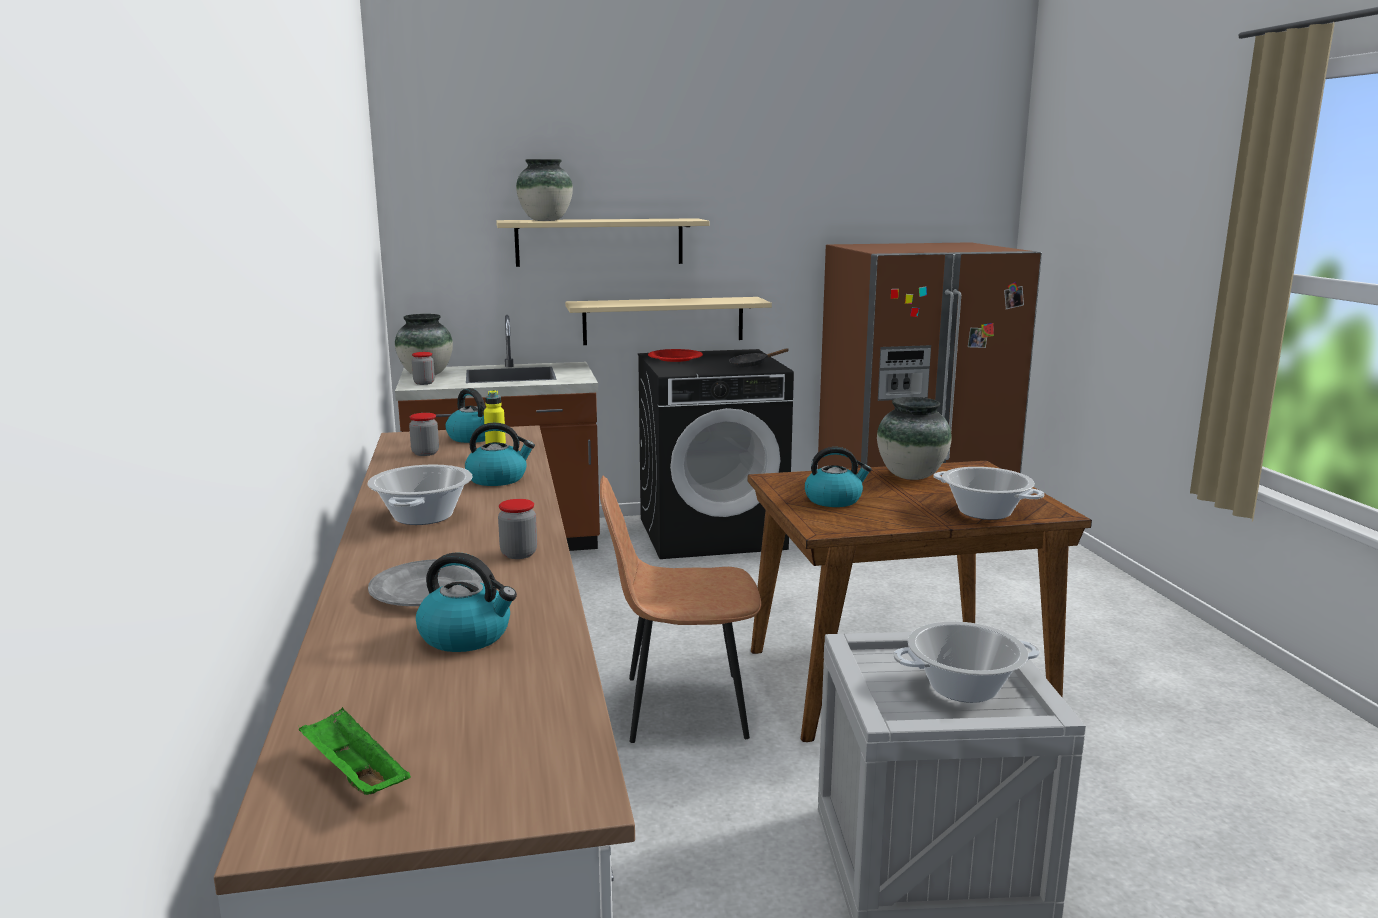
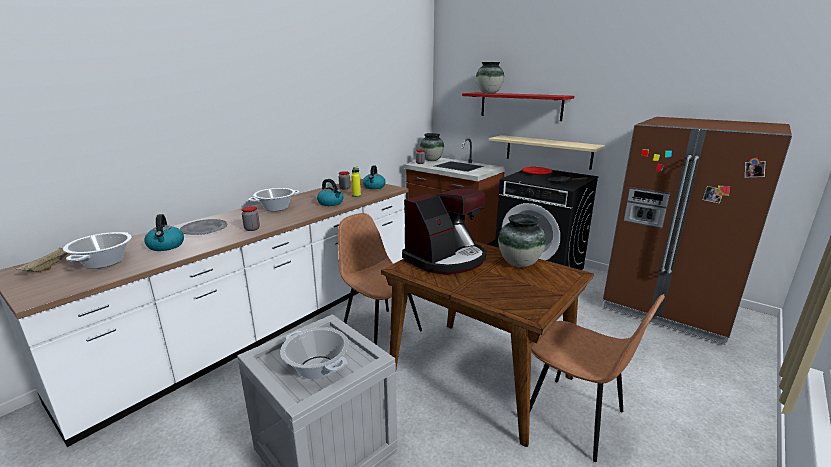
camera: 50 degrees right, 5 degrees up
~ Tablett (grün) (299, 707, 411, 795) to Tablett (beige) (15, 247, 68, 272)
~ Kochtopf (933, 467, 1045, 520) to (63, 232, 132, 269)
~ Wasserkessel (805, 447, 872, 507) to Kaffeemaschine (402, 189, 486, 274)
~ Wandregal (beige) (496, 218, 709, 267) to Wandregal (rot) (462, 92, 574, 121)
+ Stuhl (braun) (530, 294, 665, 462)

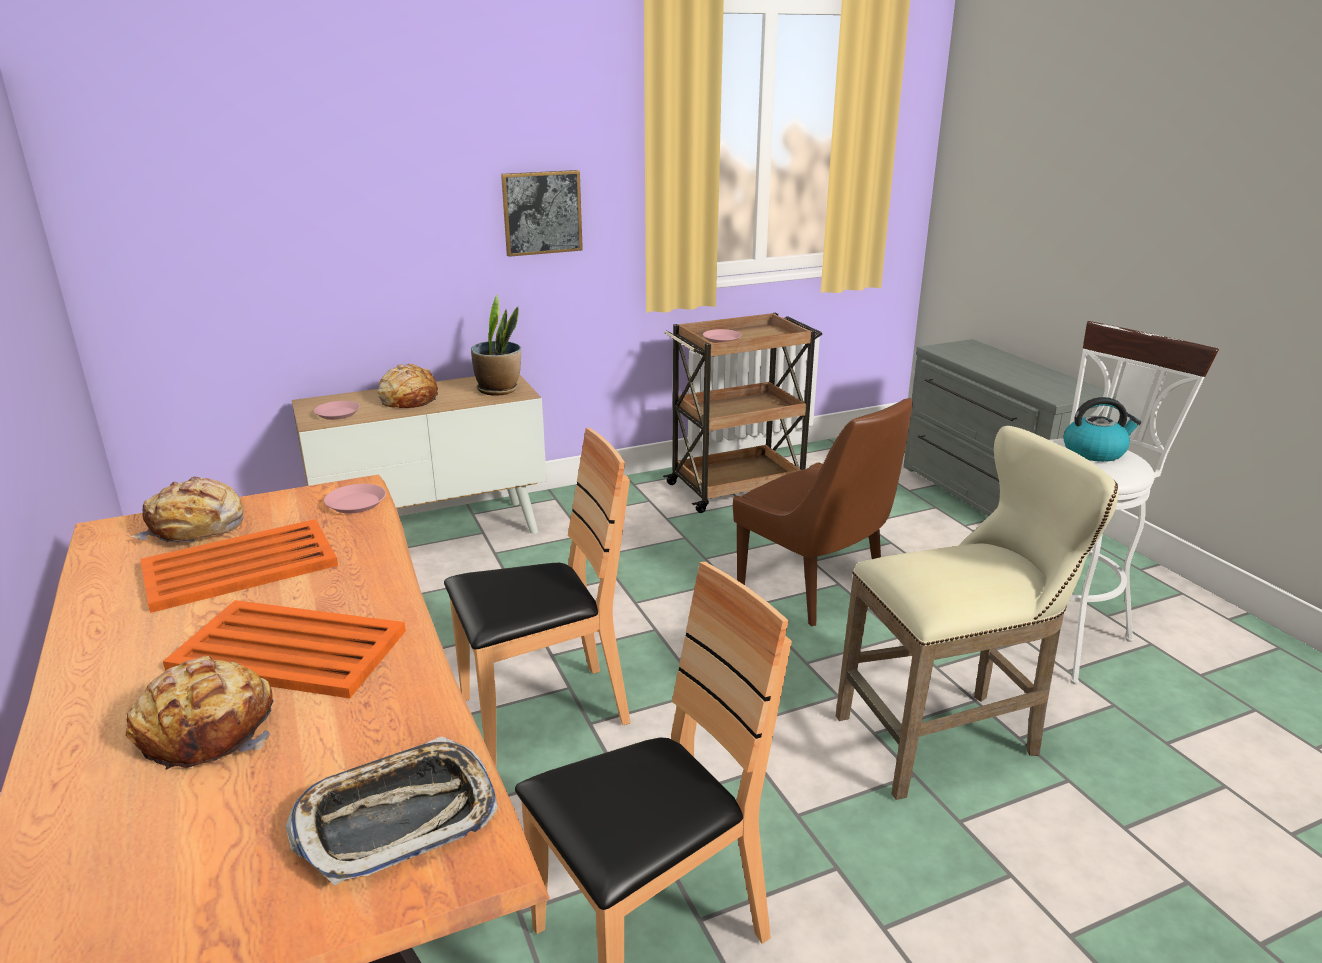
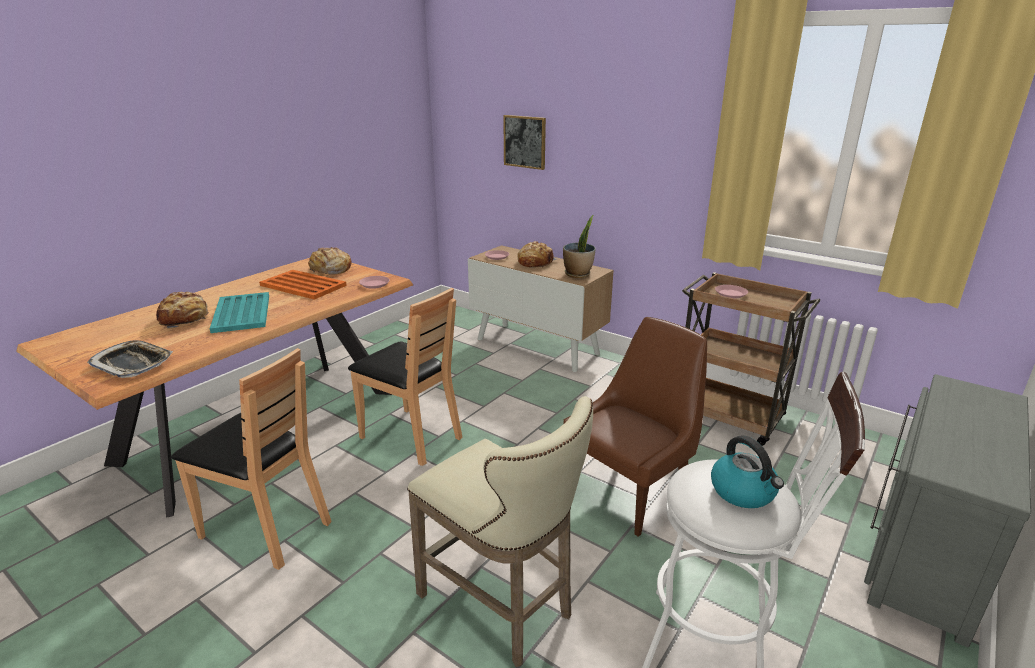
camera: 60 degrees right, 0 degrees up
~ Tablett (orange) (163, 600, 406, 698) to Tablett (türkis) (210, 292, 269, 333)
~ Bild (501, 170, 583, 257) to (503, 115, 546, 170)
~ Stuhl (braun) (733, 398, 913, 626) = (563, 317, 707, 537) 150 degrees counterclockwise

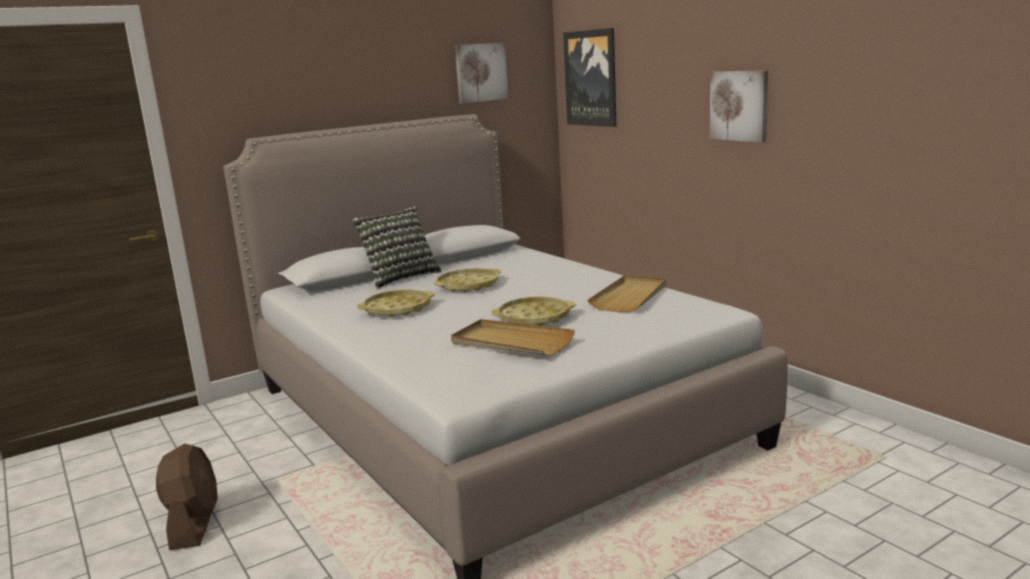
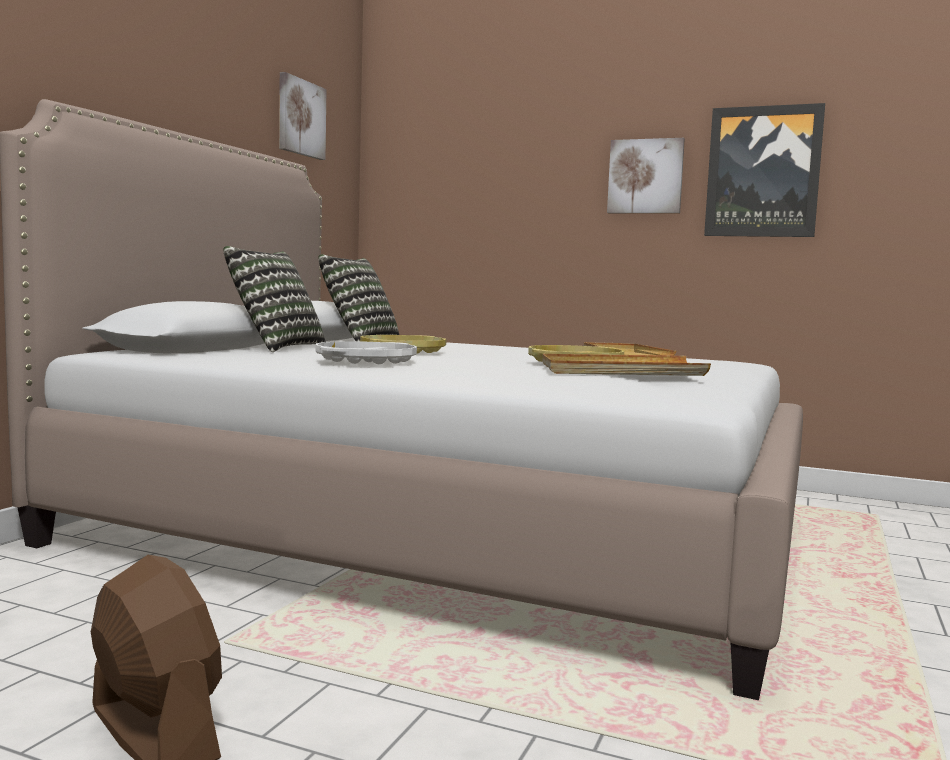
camera: 35 degrees left, 10 degrees down
~ Tablett (gelb) (357, 290, 435, 317) to Tablett (weiß) (315, 341, 417, 364)
+ Kissen (318, 254, 399, 341)
~ Bild (563, 28, 617, 127) to (704, 103, 825, 237)

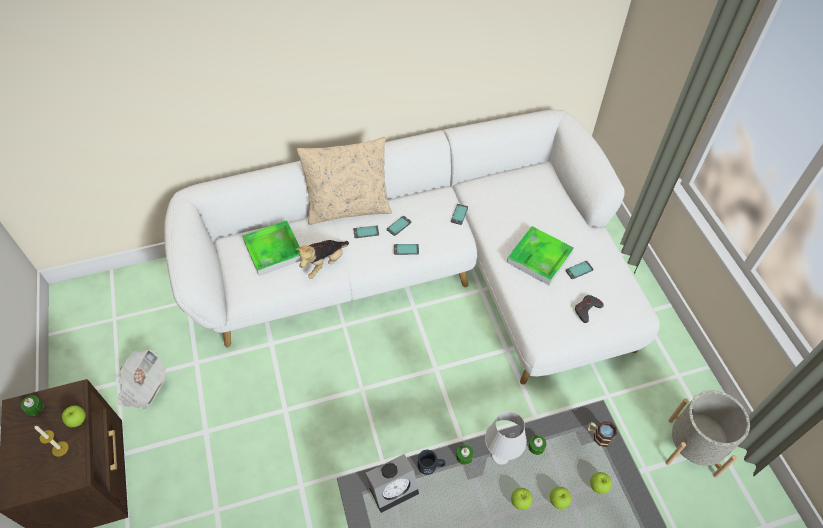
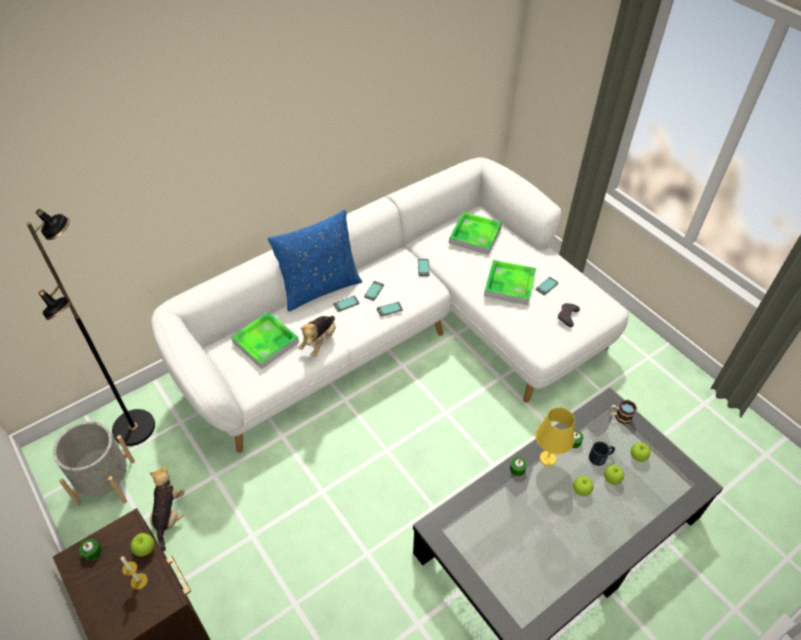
camera: 20 degrees left, 5 degrees down
+ Stehlampe (schwarz) (26, 209, 155, 446)
~ Pflanzkübel (grau) (665, 390, 750, 478) to (53, 421, 135, 506)
~ Zeitung (117, 350, 166, 409) to Plüschtier (150, 464, 185, 551)
~ Kissen (beige) (297, 137, 392, 225) to Kissen (blau) (268, 209, 362, 311)
+ Tablett (449, 212, 502, 255)
~ Tischlampe (weiß) (485, 411, 527, 465) to Tischlampe (gelb) (536, 407, 575, 466)
~ Henkelbecher (schwarz) (418, 450, 445, 475) to (589, 441, 615, 466)
- Wecker (366, 454, 419, 513)

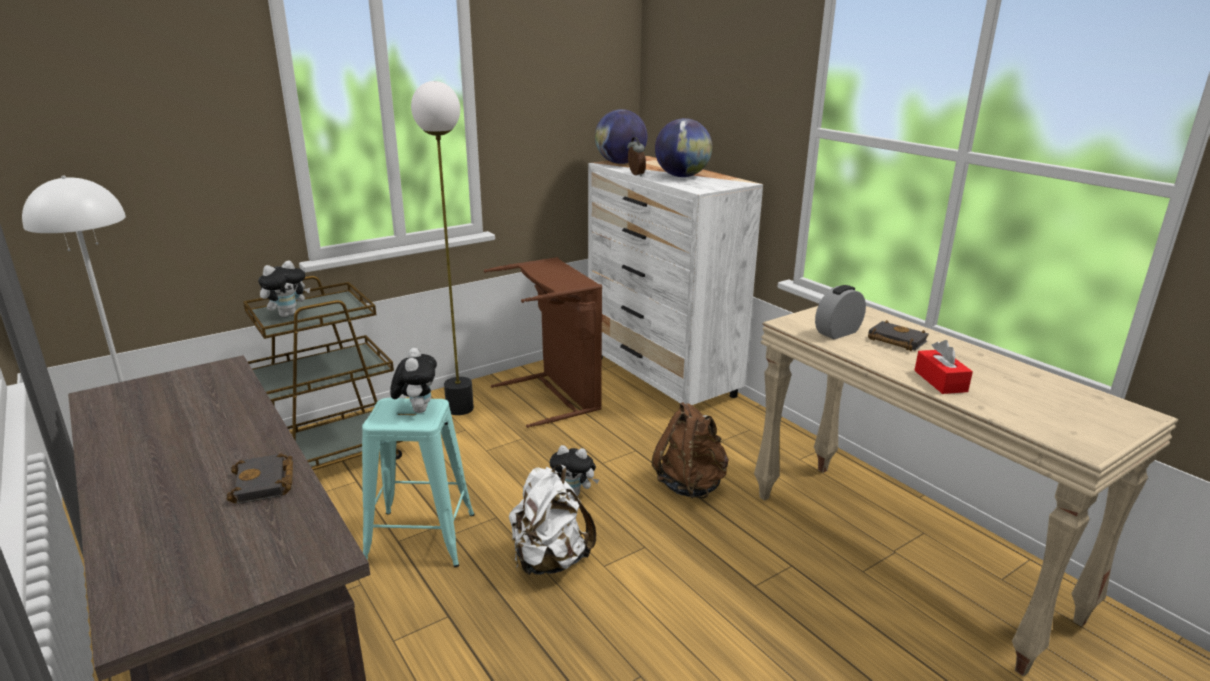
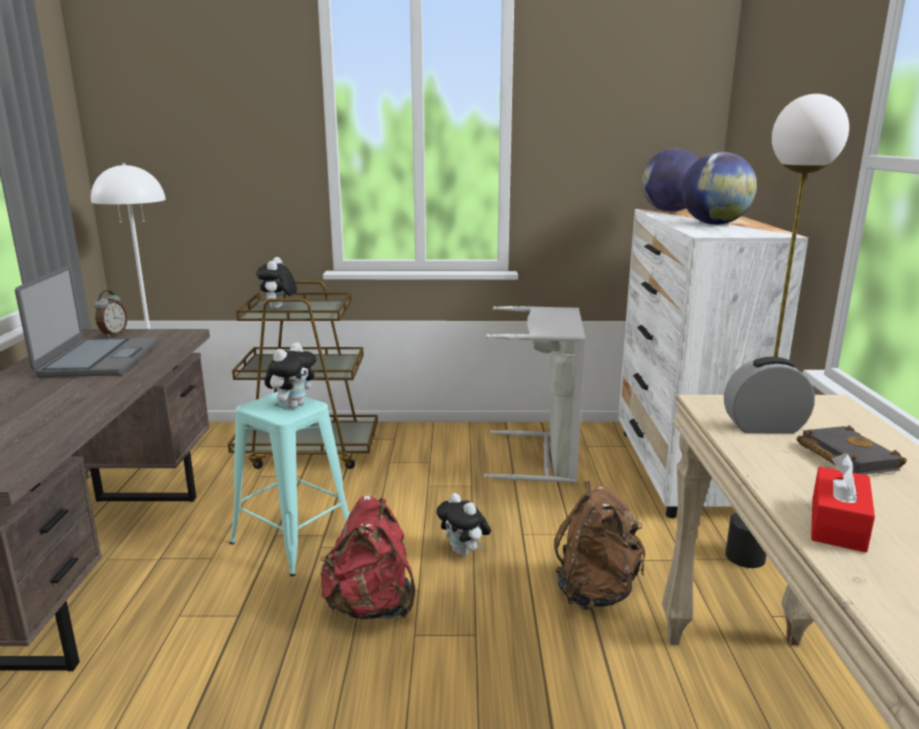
camera: 35 degrees right, 5 degrees down
+ Laptop (15, 266, 158, 377)
~ Wecker (627, 137, 646, 176) to (94, 290, 127, 337)
~ Plüschtier (258, 261, 310, 317) = (256, 257, 297, 309) 105 degrees clockwise
~ Rucksack (weiß) (509, 465, 596, 575) to Rucksack (rot) (321, 496, 415, 619)
~ Wäschekorb (braun) (484, 257, 602, 428) to Wäschekorb (grau) (484, 306, 586, 483)
~ Stehlampe (411, 81, 474, 415) to (725, 94, 849, 568)
- Buch (schwarz) (227, 453, 293, 504)

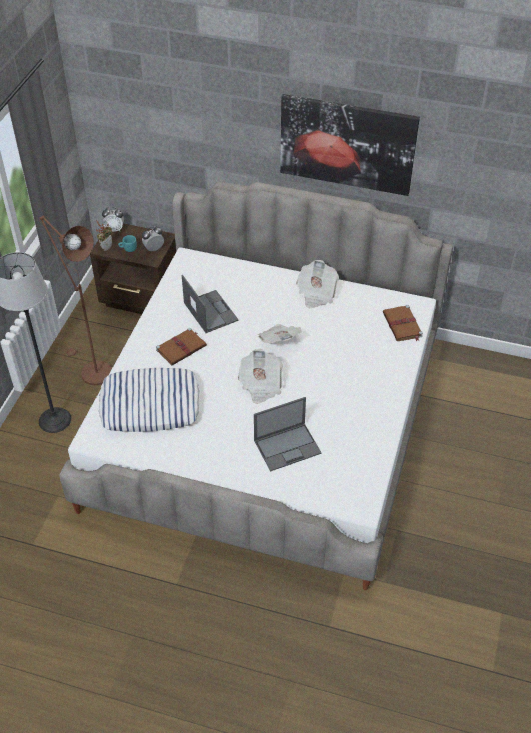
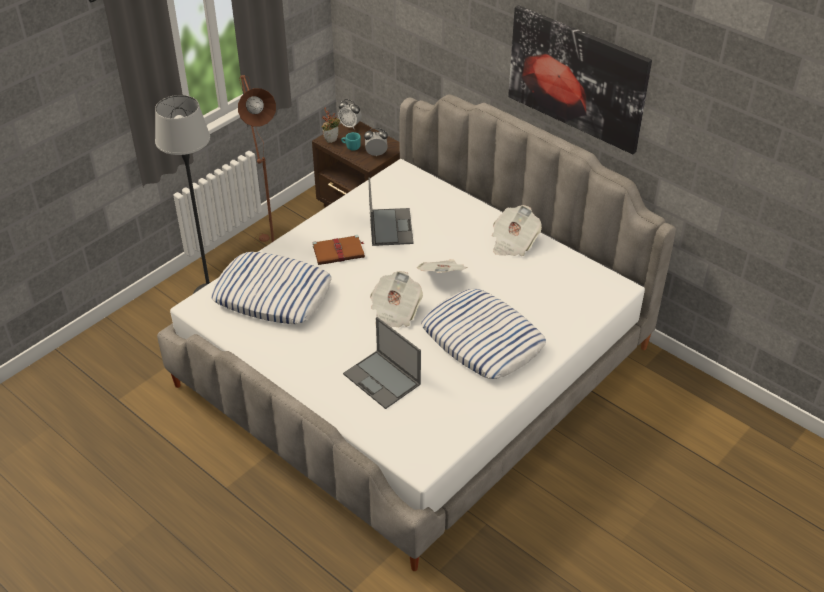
camera: 25 degrees right, 5 degrees down
~ Laptop (254, 397, 322, 472) = (343, 317, 421, 409) 45 degrees clockwise
+ Kissen (421, 289, 546, 379)
- Buch (braun) (383, 305, 423, 341)

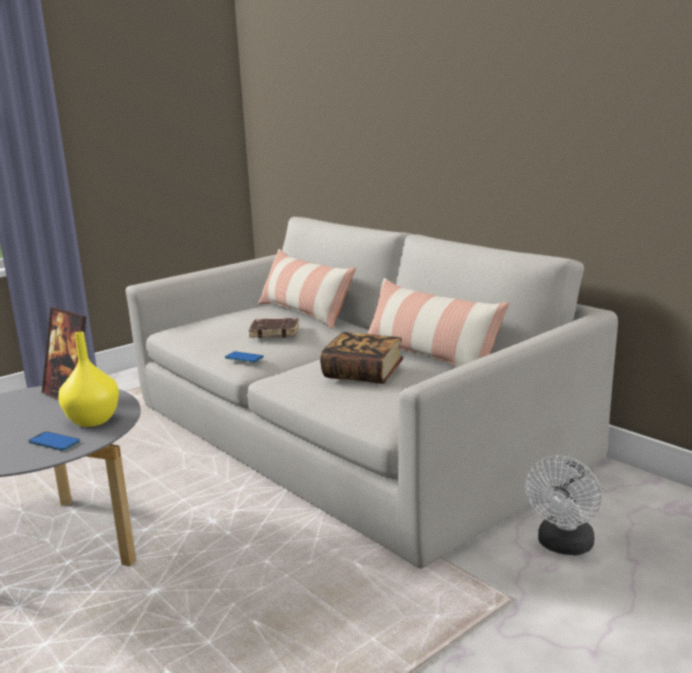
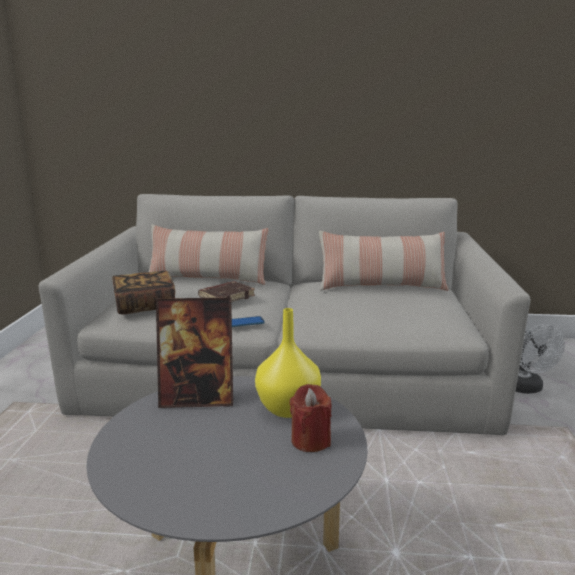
camera: 45 degrees left, 0 degrees up
~ Buch (320, 332, 404, 384) to (112, 271, 175, 314)
~ Handy (29, 432, 80, 451) to Kerze (rot) (290, 384, 332, 452)

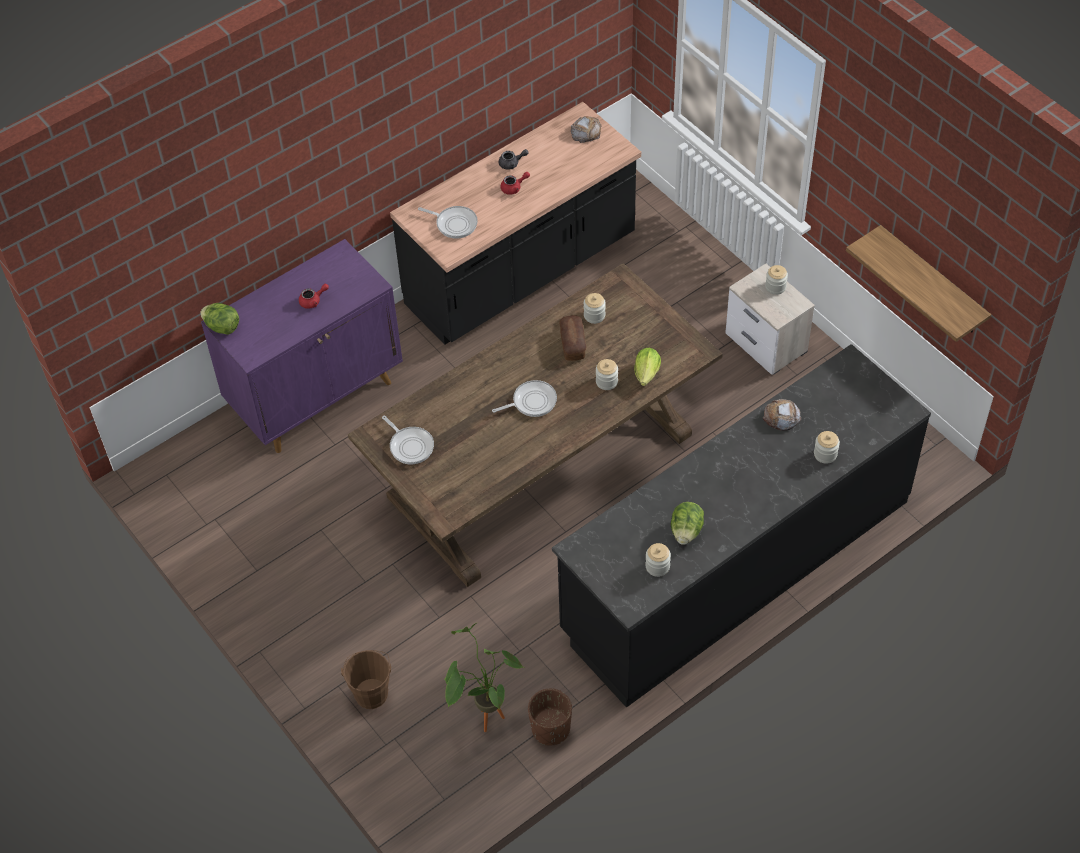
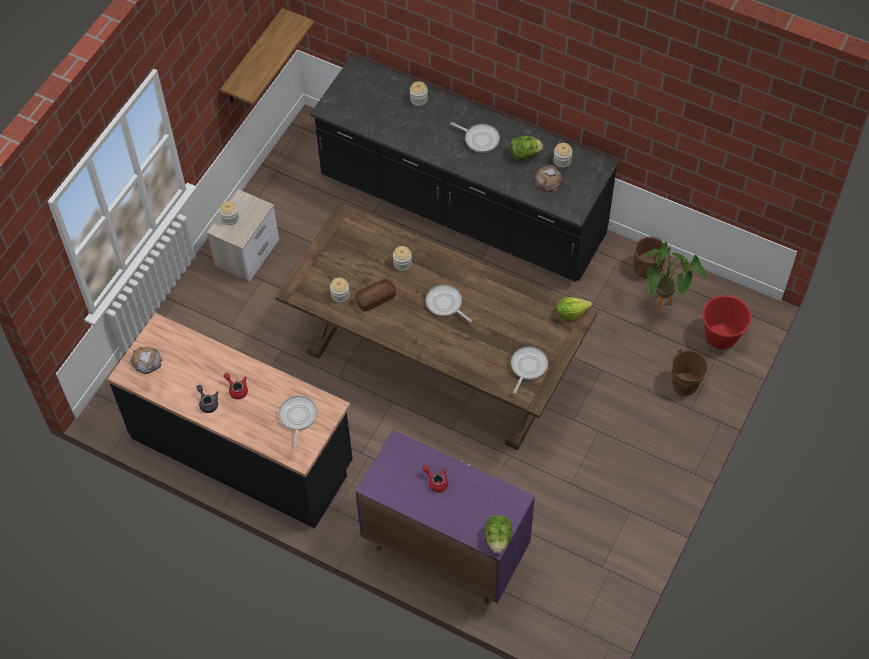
camera: 115 degrees left, 5 degrees up
+ Pfanne (450, 122, 500, 153)
~ Brot (762, 399, 801, 431) to (535, 165, 562, 192)
~ Salatkopf (634, 348, 661, 386) to (556, 297, 592, 320)
+ Eimer (rot) (700, 295, 752, 350)

